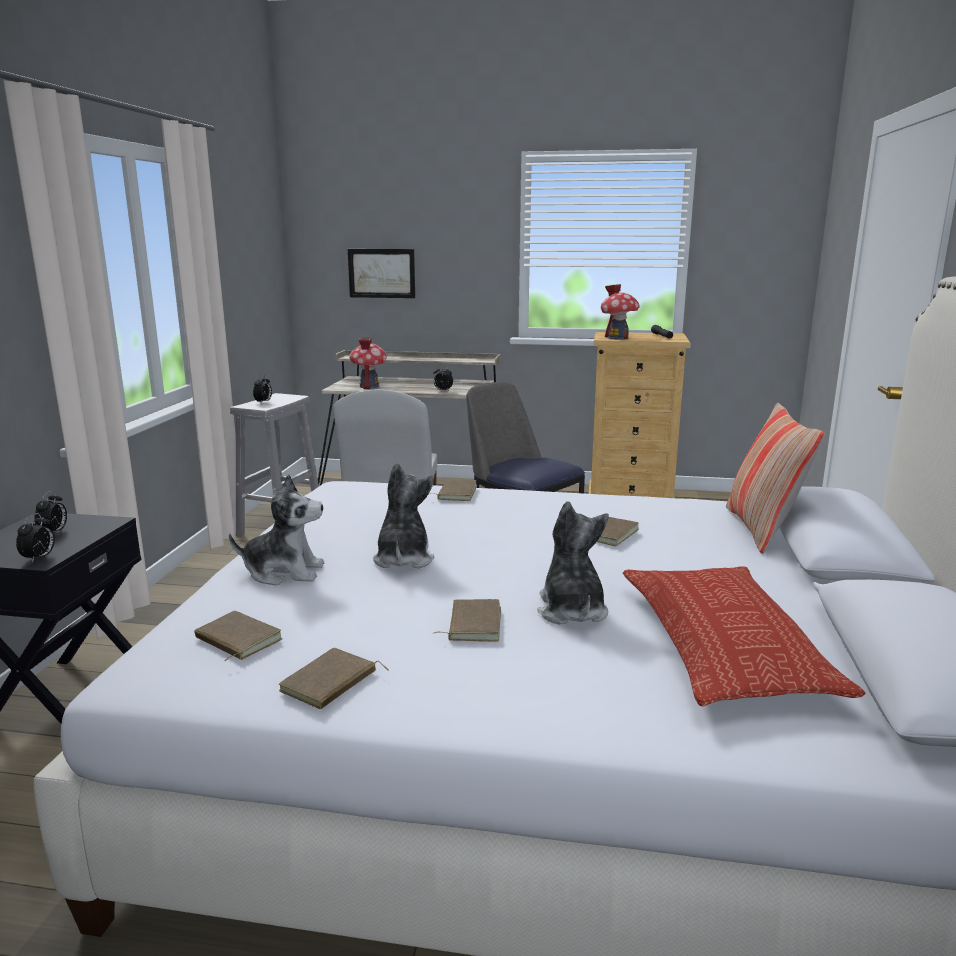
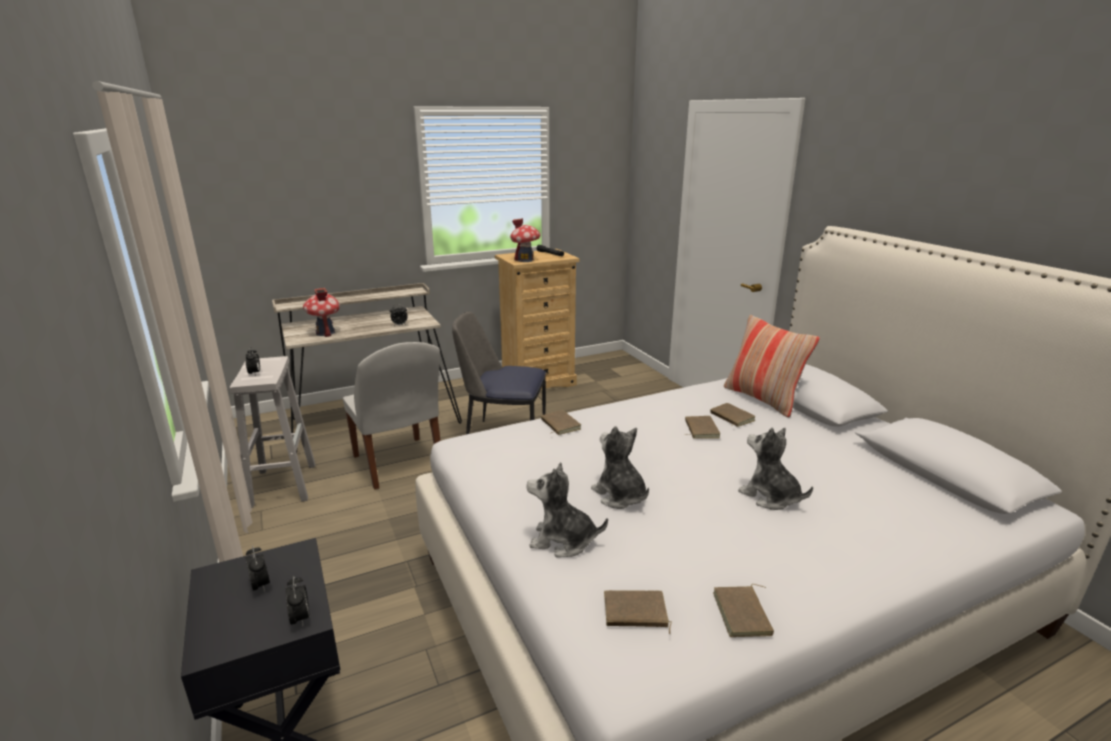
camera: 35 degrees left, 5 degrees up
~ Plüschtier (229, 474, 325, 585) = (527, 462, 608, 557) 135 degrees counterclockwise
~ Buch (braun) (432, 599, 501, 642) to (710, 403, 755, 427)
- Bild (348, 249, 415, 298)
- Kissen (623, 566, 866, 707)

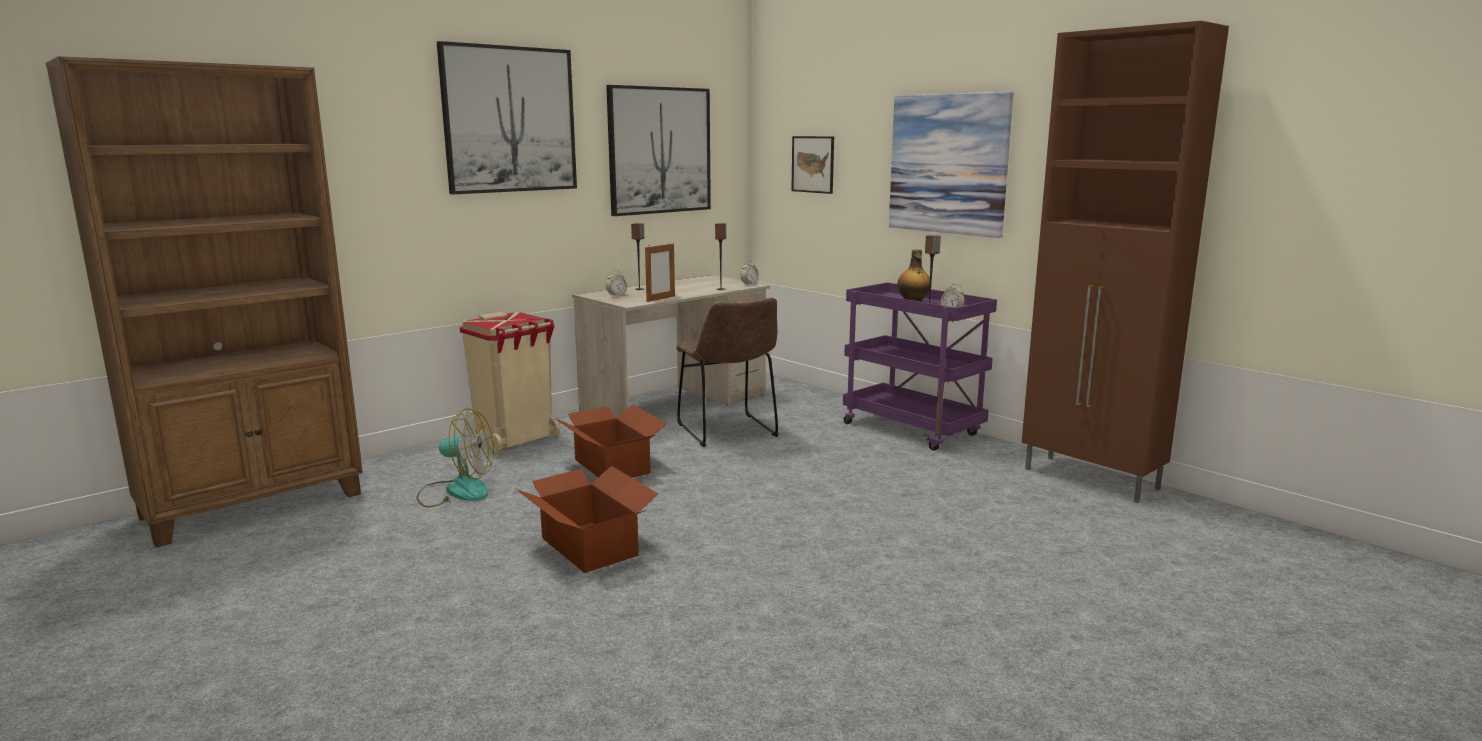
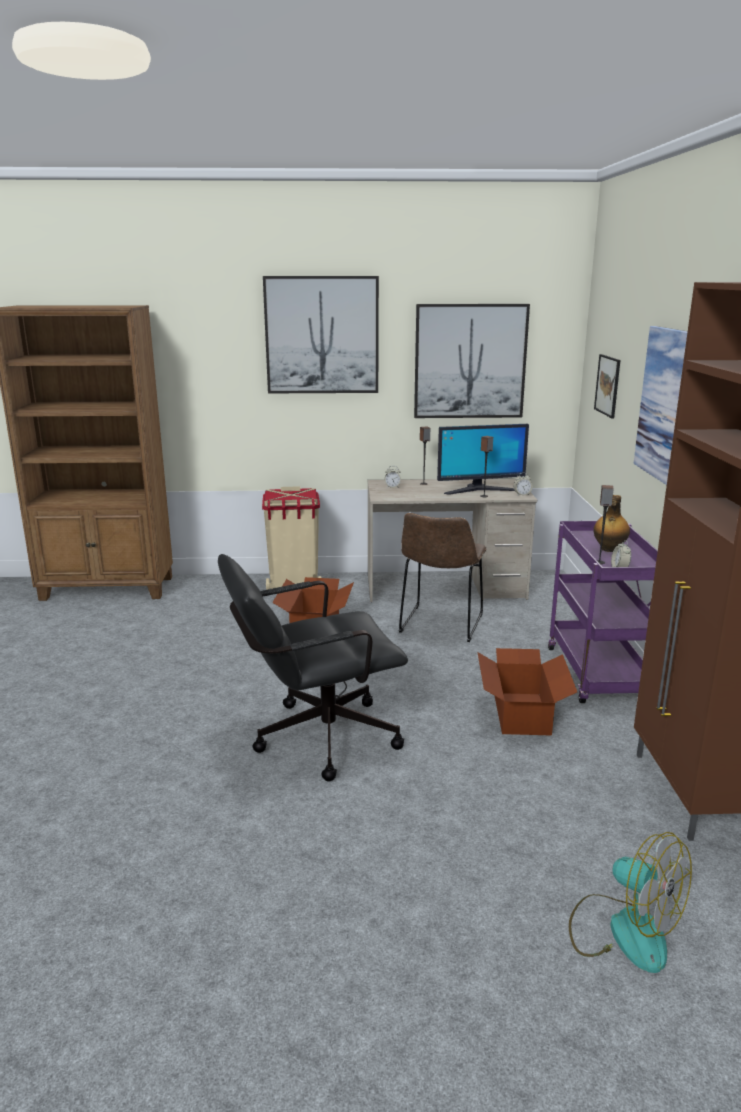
camera: 40 degrees right, 5 degrees up
+ Bürostuhl (schwarz) (218, 554, 408, 781)
+ Monitor (437, 424, 529, 495)
~ Karton (516, 466, 658, 573) to (478, 648, 577, 736)
~ Ventilator (416, 409, 494, 507) to (569, 832, 692, 973)
- Bilderrahmen (645, 243, 675, 302)

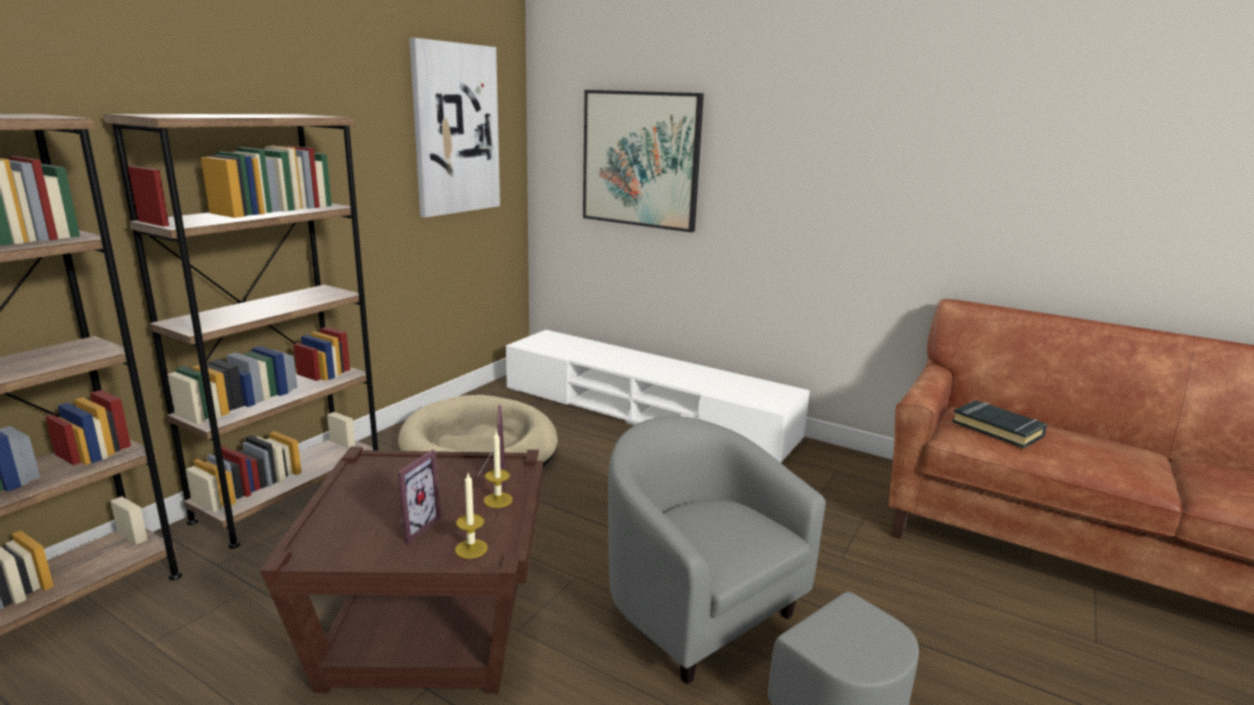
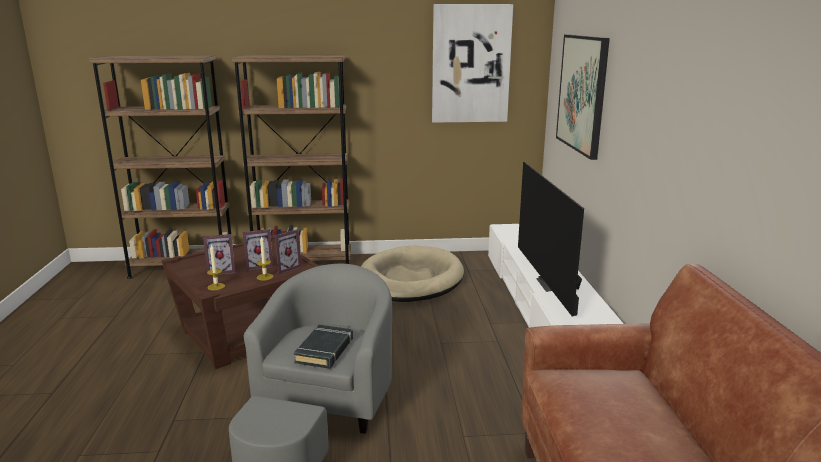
camera: 55 degrees right, 0 degrees up
+ Bilderrahmen (243, 229, 273, 271)
~ Buch (schwarz) (952, 400, 1047, 448) to (294, 325, 353, 369)
+ Fernseher (518, 162, 584, 317)

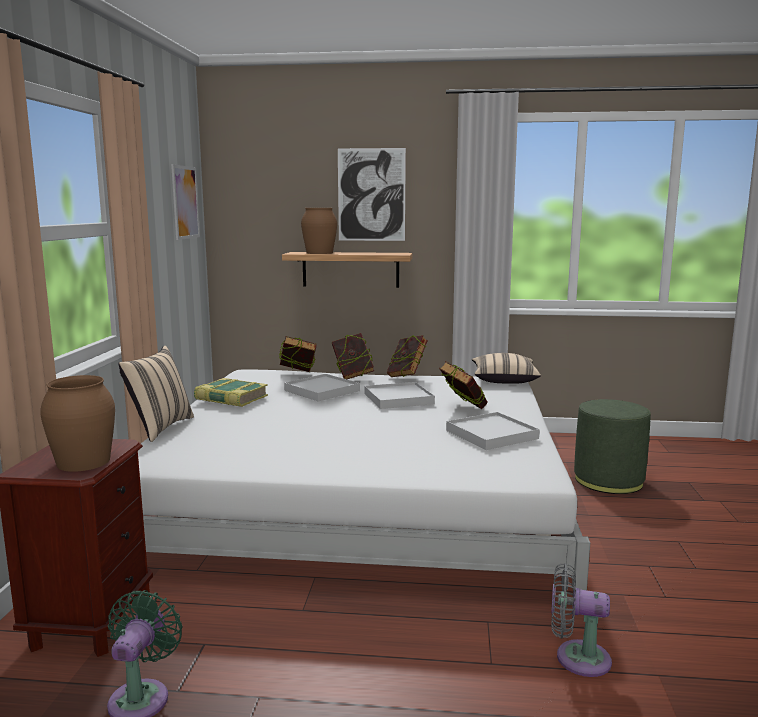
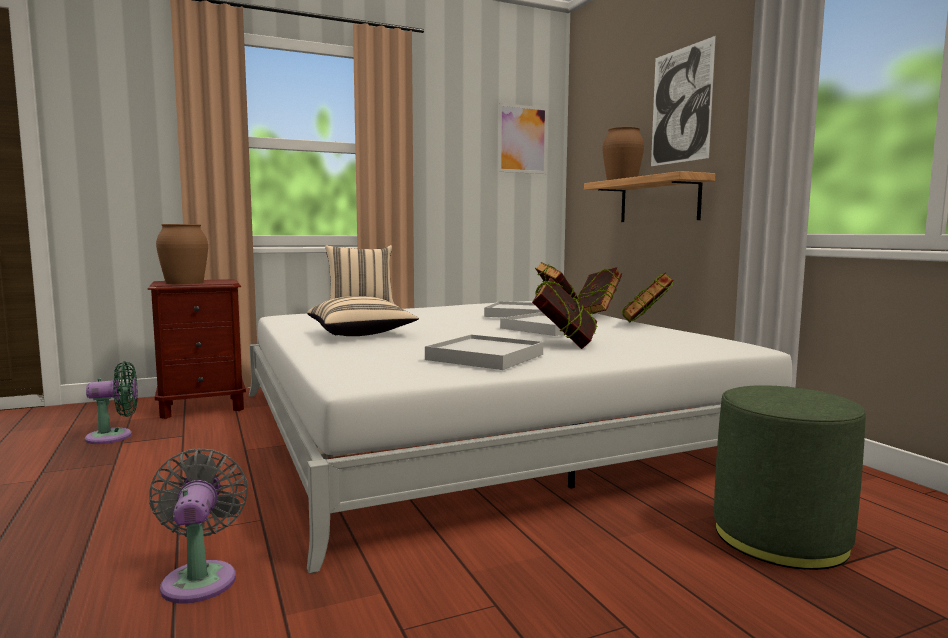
camera: 60 degrees right, 5 degrees down
~ Kissen (beige) (472, 353, 541, 384) to (307, 296, 419, 336)
- Buch (194, 378, 268, 407)

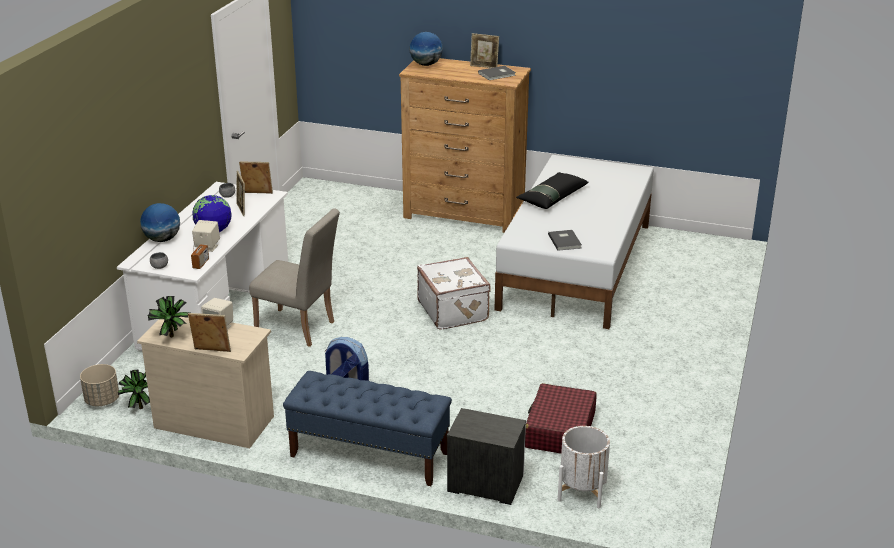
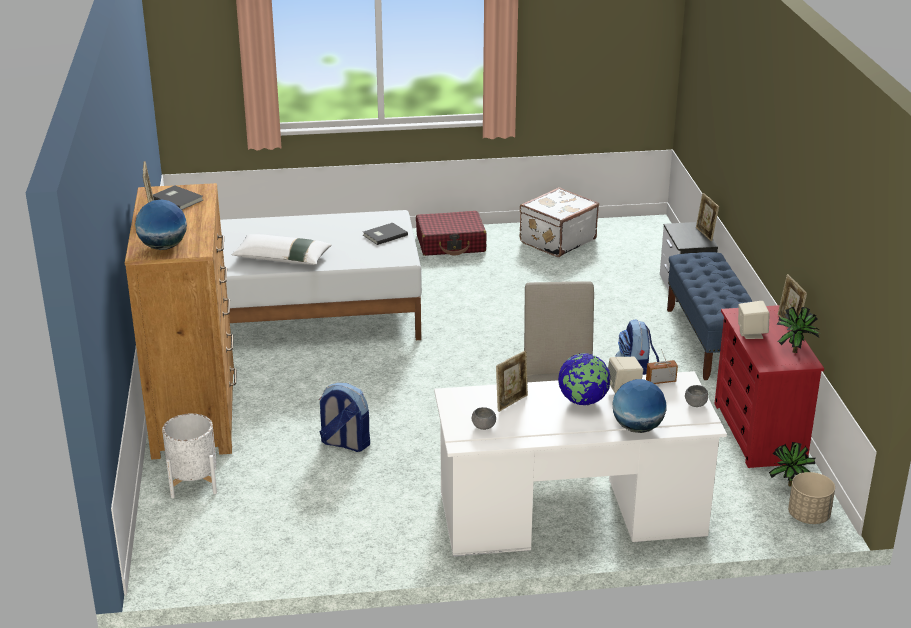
camera: 115 degrees left, 0 degrees up
~ Pflanzkübel (weiß) (558, 426, 610, 508) to (162, 413, 217, 498)
~ Kissen (schwarz) (516, 172, 589, 209) to Kissen (weiß) (231, 234, 332, 265)
+ Rucksack (319, 383, 370, 452)
~ Koffer (rot) (525, 383, 597, 454) to (416, 211, 486, 256)
~ Koffer (weiß) (417, 257, 490, 330) to (520, 187, 599, 257)
~ Bilderrahmen (239, 162, 273, 194) to (696, 193, 719, 241)
~ Kommode (beige) (137, 317, 274, 448) to Kommode (rot) (715, 305, 824, 468)

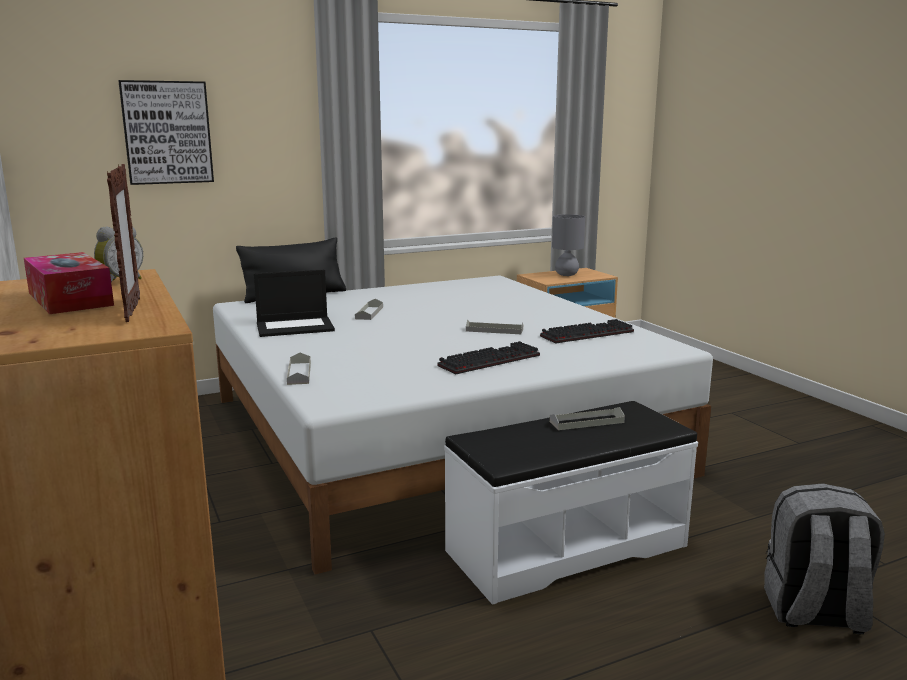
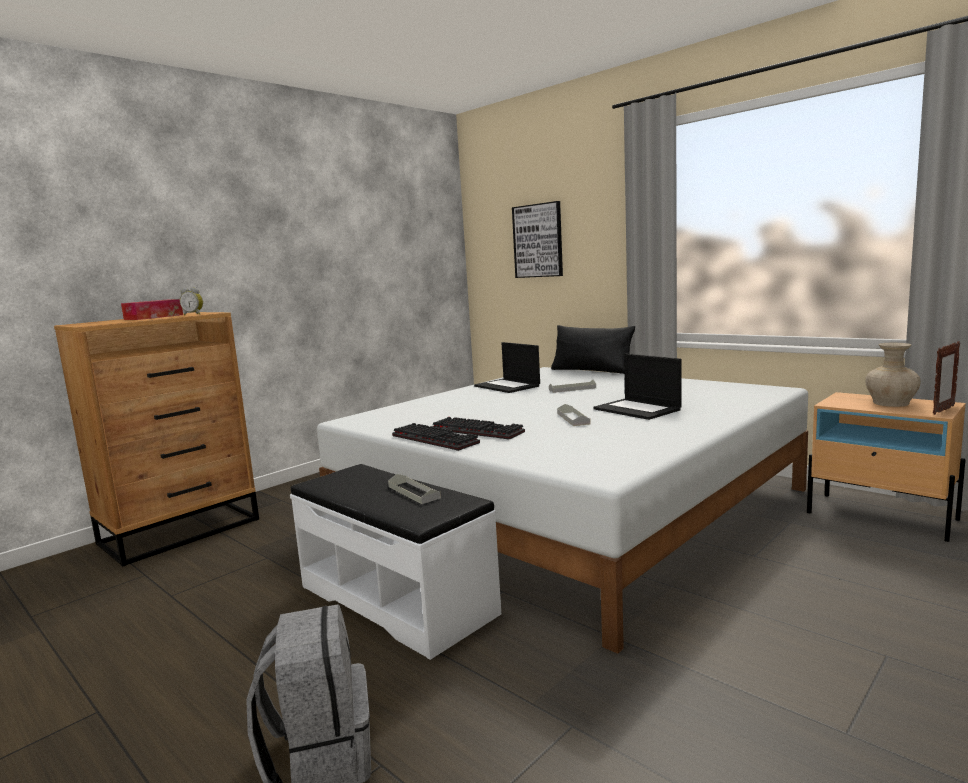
camera: 70 degrees right, 5 degrees down
~ Tastatur (540, 319, 634, 344) to (392, 423, 480, 451)
+ Laptop (593, 354, 682, 420)
~ Tischlampe (grau) (552, 214, 585, 276) to Vase (beige) (865, 343, 921, 407)
~ Bilderrahmen (107, 164, 140, 322) to (933, 341, 960, 415)
- Tablett (grau) (287, 353, 311, 385)

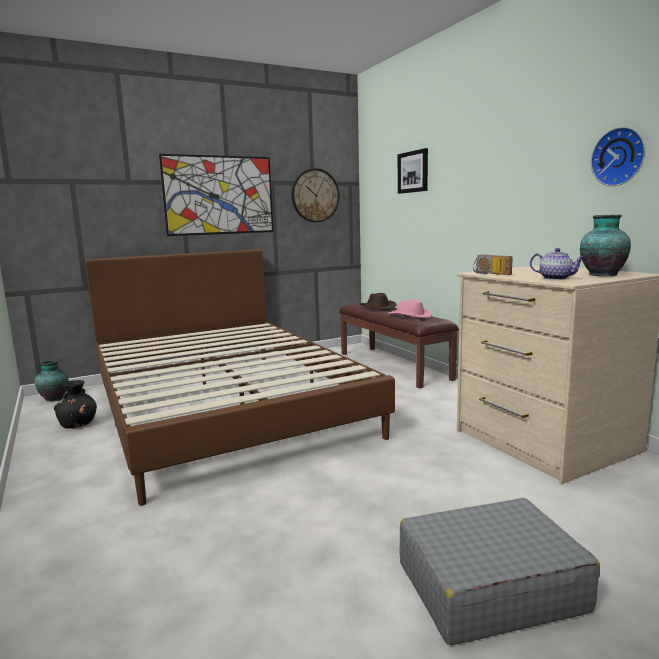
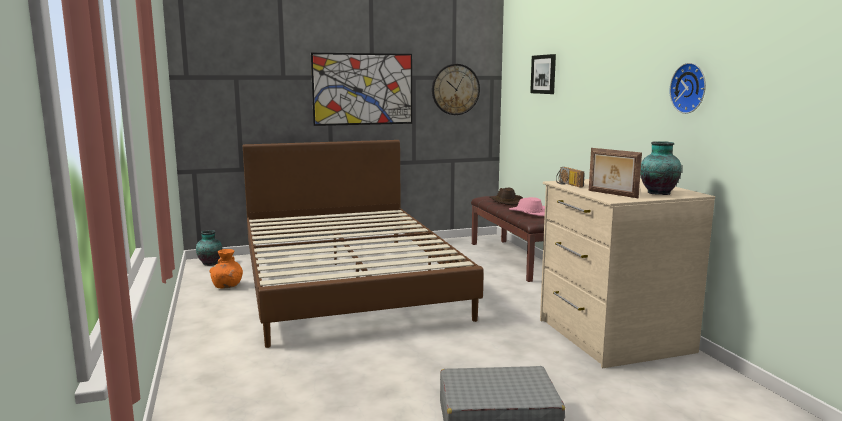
camera: 10 degrees right, 0 degrees up
~ Vase (schwarz) (54, 380, 97, 429) to Vase (orange) (209, 249, 243, 288)
~ Teekanne (530, 248, 585, 280) to Bilderrahmen (589, 148, 642, 198)

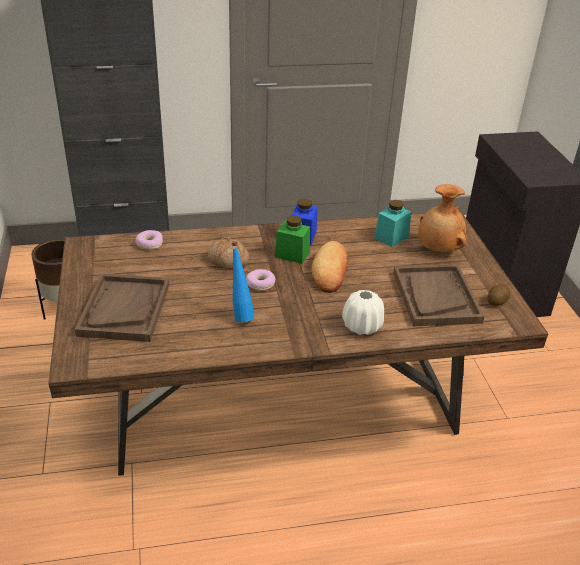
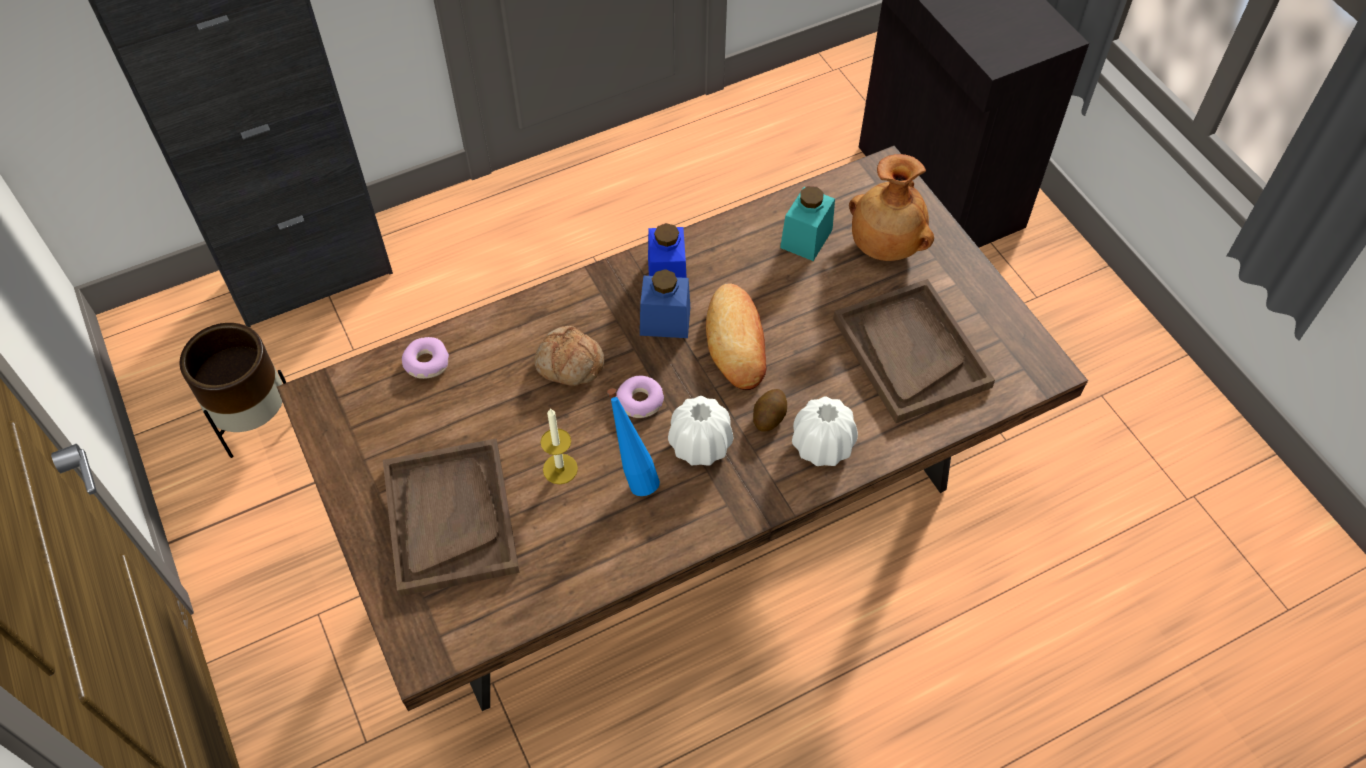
camera: 15 degrees left, 20 degrees up
+ Kerze (540, 408, 578, 484)
~ Vorratsglas (grün) (275, 216, 310, 264) to Vorratsglas (blau) (640, 269, 690, 338)
+ Vase (weiß) (668, 396, 733, 466)
~ Kartoffel (487, 284, 510, 306) to (753, 389, 787, 431)

